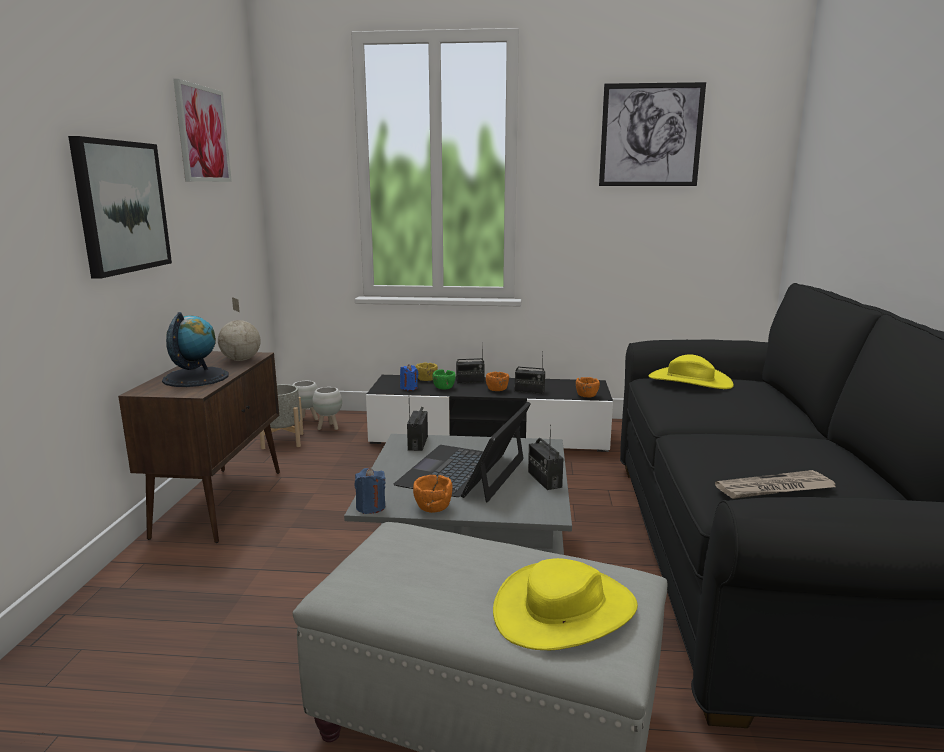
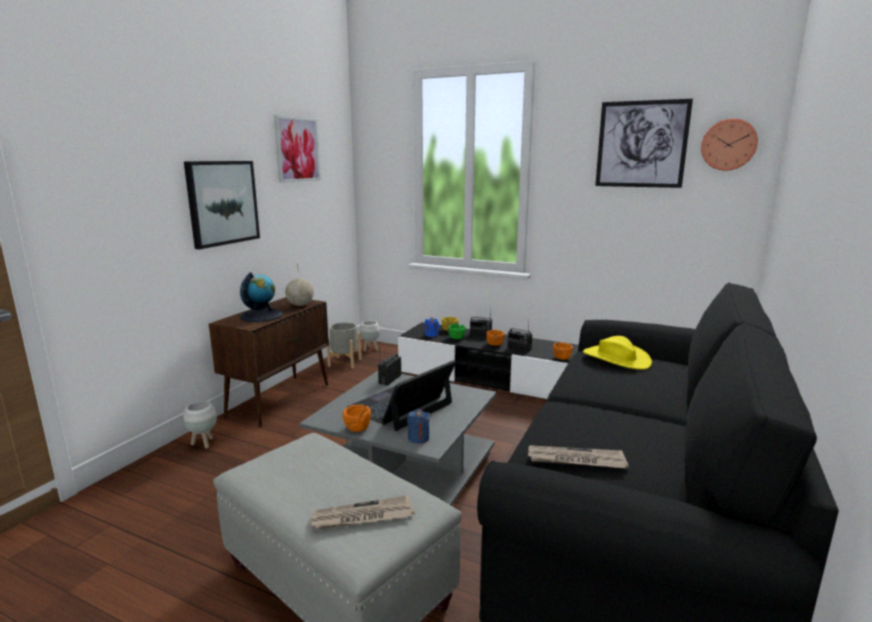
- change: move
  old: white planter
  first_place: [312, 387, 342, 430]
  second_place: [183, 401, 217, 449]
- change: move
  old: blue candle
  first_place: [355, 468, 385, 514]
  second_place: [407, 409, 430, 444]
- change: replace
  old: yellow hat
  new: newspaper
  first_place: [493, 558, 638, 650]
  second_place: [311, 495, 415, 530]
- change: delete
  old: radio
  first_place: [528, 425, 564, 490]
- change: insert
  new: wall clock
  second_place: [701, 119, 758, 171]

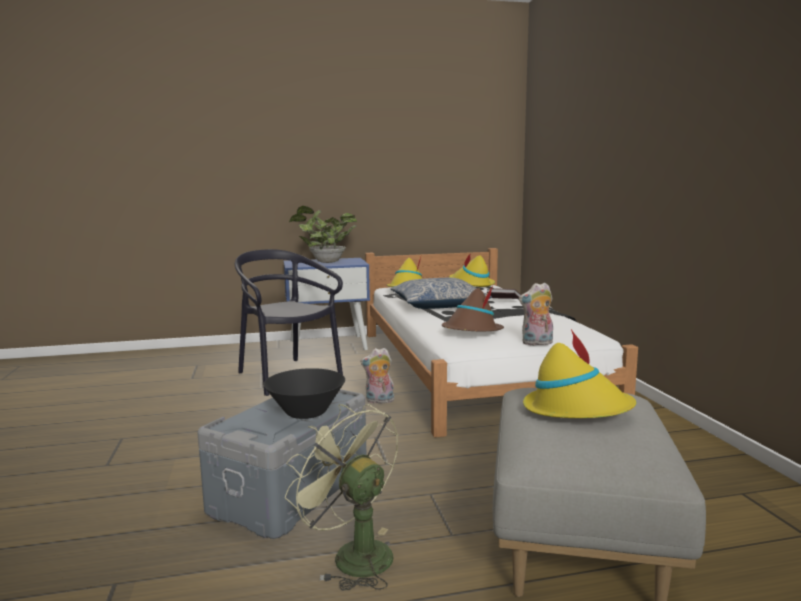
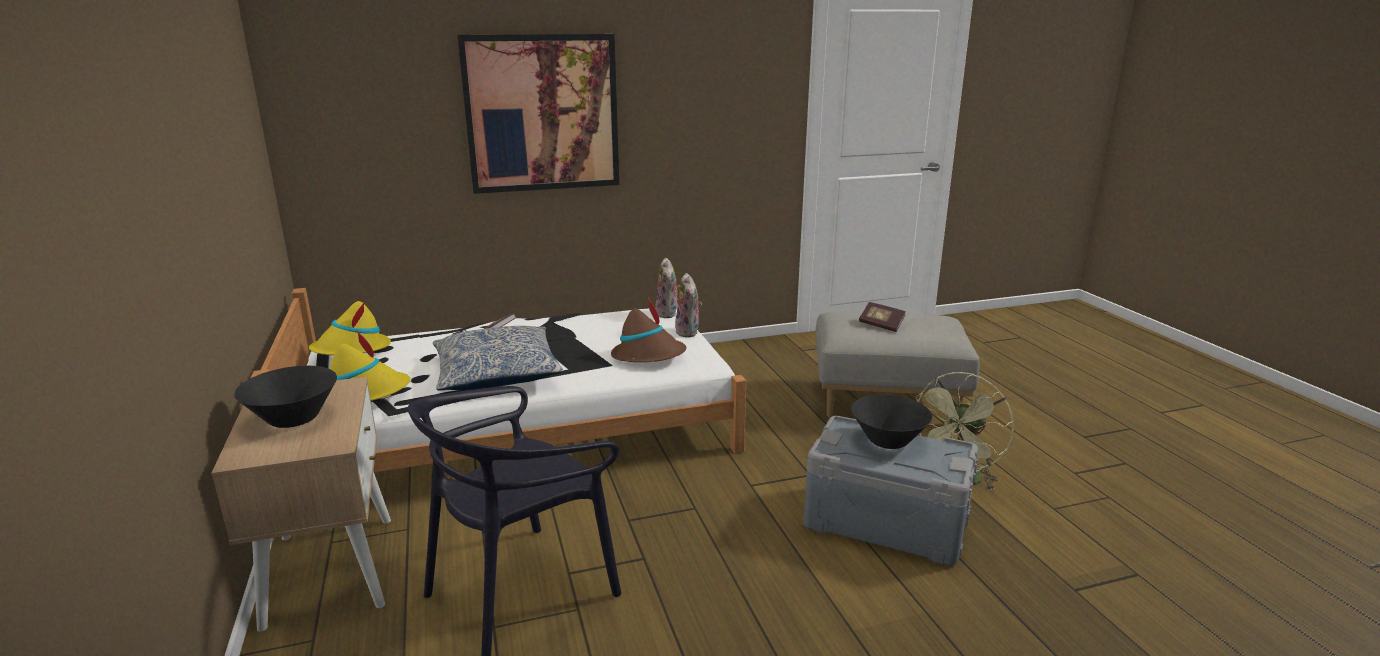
- change: recolor
  old: blue nightstand
  new: beige nightstand
  first_place: [284, 258, 370, 350]
  second_place: [211, 377, 391, 632]
- change: replace
  old: potted plant
  new: black bowl
  first_place: [289, 206, 357, 263]
  second_place: [234, 366, 337, 428]
- change: move
  old: plush toy
  first_place: [360, 348, 394, 403]
  second_place: [655, 258, 680, 318]
- change: replace
  old: yellow hat
  new: book
  first_place: [523, 329, 636, 418]
  second_place: [859, 302, 906, 332]
- change: insert
  new: picture
  second_place: [457, 34, 619, 194]

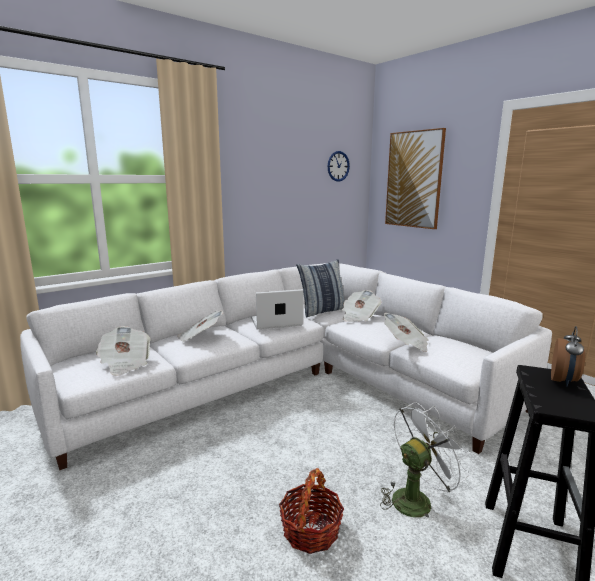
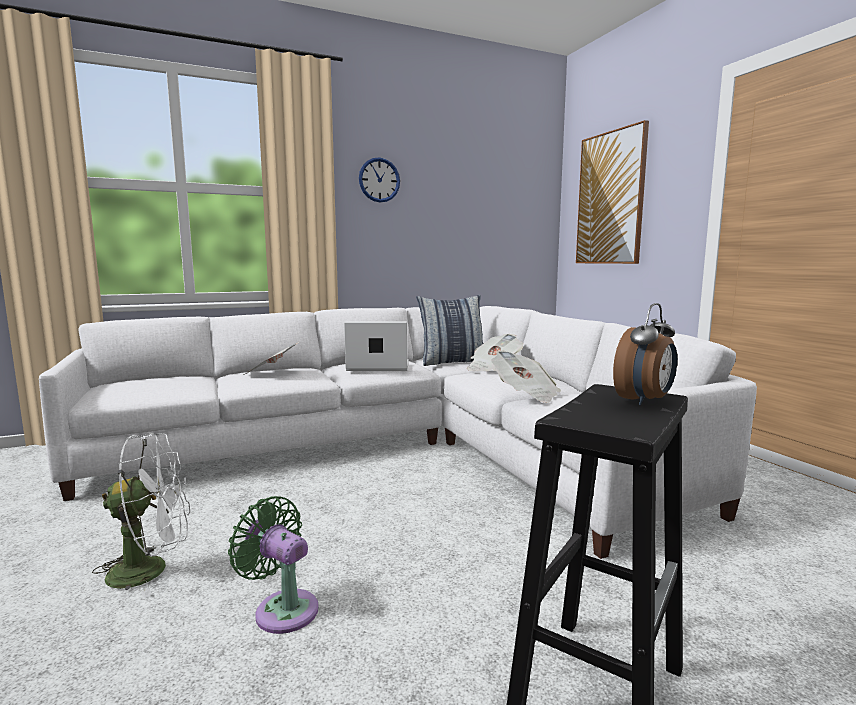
- change: delete
  old: newspaper
  first_place: [96, 326, 151, 376]
- change: replace
  old: basket
  new: green fan
  first_place: [279, 468, 344, 554]
  second_place: [228, 496, 319, 634]
- change: move
  old: wall clock
  first_place: [328, 151, 350, 182]
  second_place: [359, 157, 400, 202]
- change: move
  old: white fan
  first_place: [380, 402, 470, 520]
  second_place: [92, 433, 190, 598]

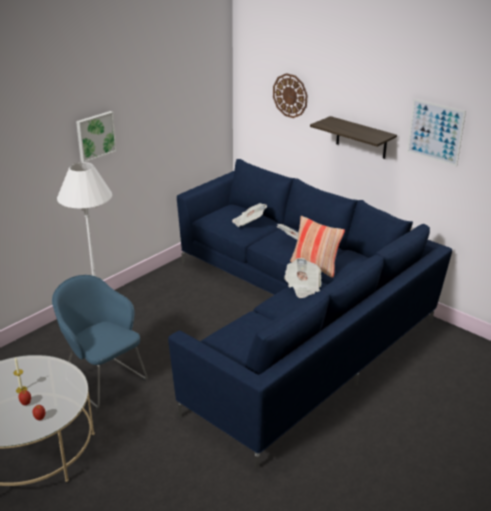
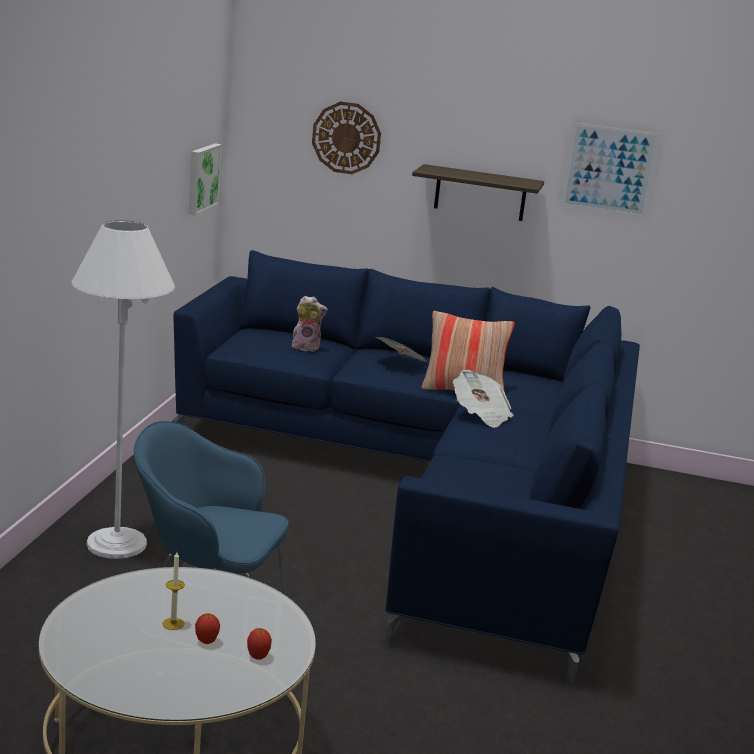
- change: move
  old: picture
  first_place: [76, 111, 117, 162]
  second_place: [189, 143, 222, 216]
- change: replace
  old: newspaper
  new: plush toy
  first_place: [232, 203, 267, 227]
  second_place: [292, 296, 328, 351]

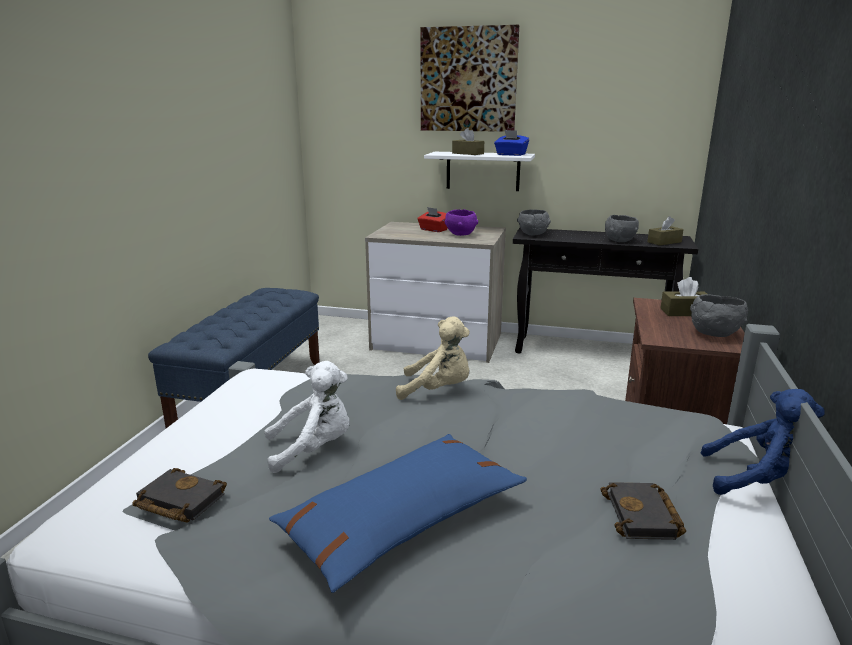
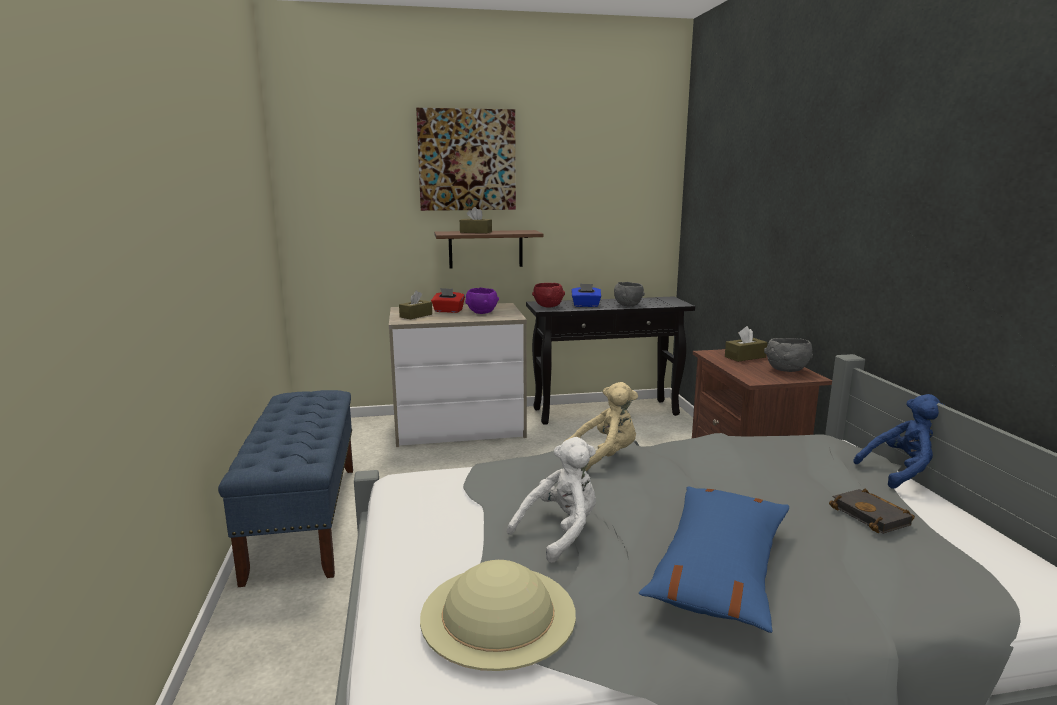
- change: replace
  old: black book
  new: beige hat
  first_place: [132, 468, 227, 523]
  second_place: [420, 560, 576, 671]
- change: recolor
  old: white shelf
  new: brown shelf
  first_place: [424, 152, 535, 191]
  second_place: [434, 230, 544, 268]
- change: move
  old: blue tissue box
  first_place: [494, 130, 529, 156]
  second_place: [571, 284, 601, 307]
- change: recolor
  old: grey bowl
  new: red bowl
  first_place: [517, 210, 551, 235]
  second_place: [532, 283, 565, 308]
- change: move
  old: brown tissue box
  first_place: [647, 216, 684, 245]
  second_place: [399, 291, 432, 319]

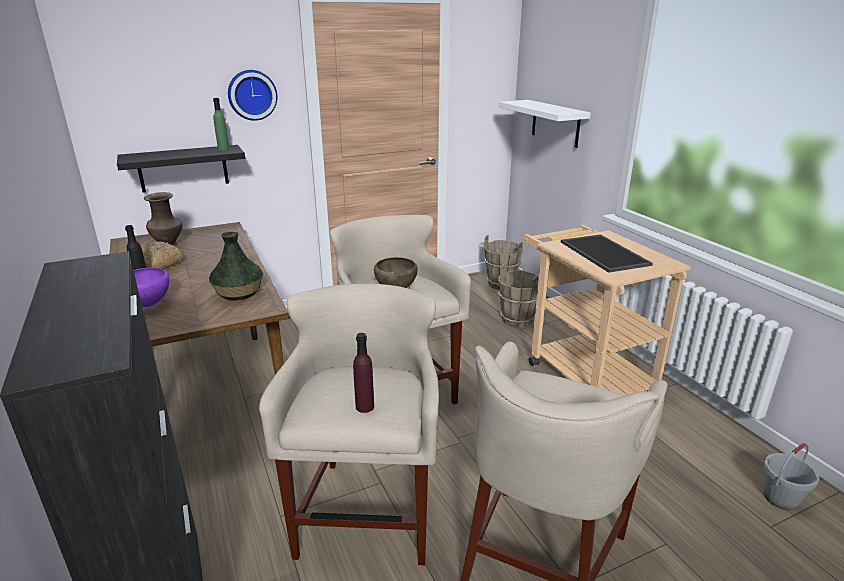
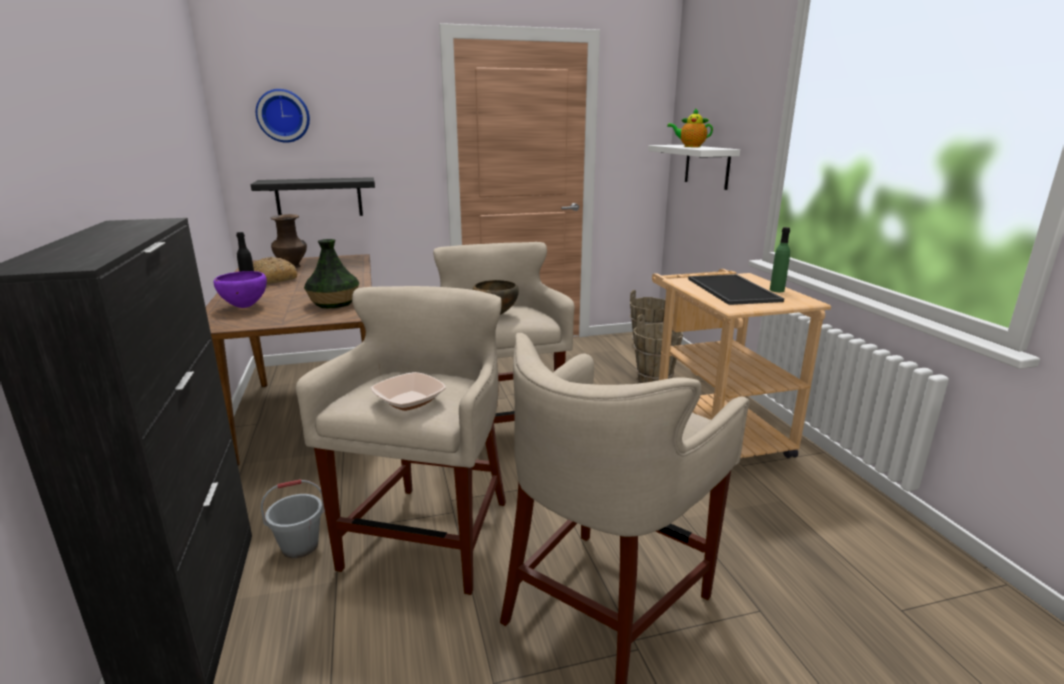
- change: move
  old: green bottle
  first_place: [213, 98, 229, 150]
  second_place: [770, 227, 790, 292]
- change: move
  old: wall clock
  first_place: [228, 70, 278, 121]
  second_place: [256, 89, 310, 143]
- change: replace
  old: purple bottle
  new: bowl
  first_place: [353, 333, 374, 413]
  second_place: [371, 372, 446, 411]
- change: move
  old: grey bucket
  first_place: [763, 443, 819, 510]
  second_place: [261, 479, 325, 558]
- change: insert
  new: teapot
  second_place: [667, 108, 713, 147]

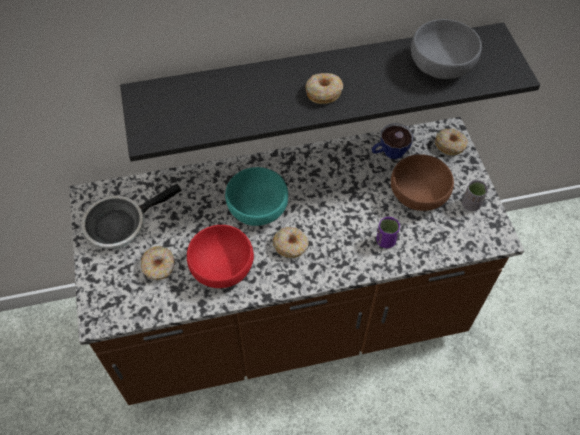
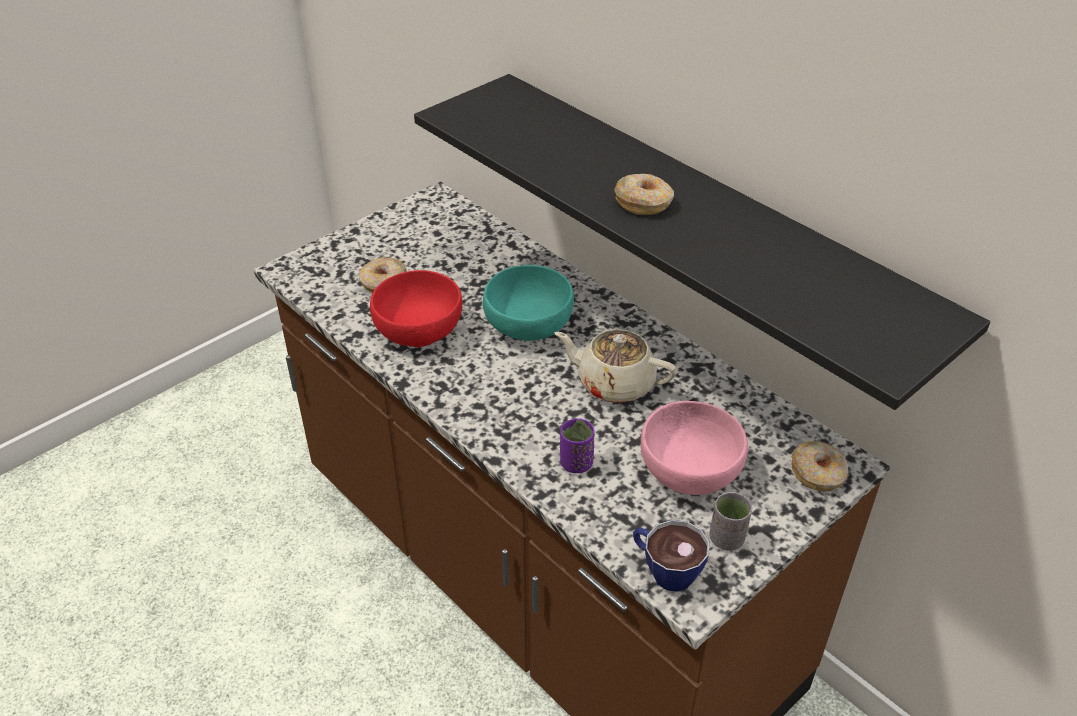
- change: delete
  old: frying pan
  first_place: [82, 184, 182, 249]
- change: delete
  old: donut
  first_place: [273, 227, 309, 258]
- change: move
  old: cup
  first_place: [372, 123, 413, 159]
  second_place: [633, 520, 709, 592]
- change: recolor
  old: brown bowl
  new: pink bowl
  first_place: [391, 154, 454, 211]
  second_place: [641, 401, 748, 495]
- change: delete
  old: grey bowl
  first_place: [411, 19, 482, 79]
- change: insert
  new: beige teapot
  second_place: [554, 329, 677, 403]

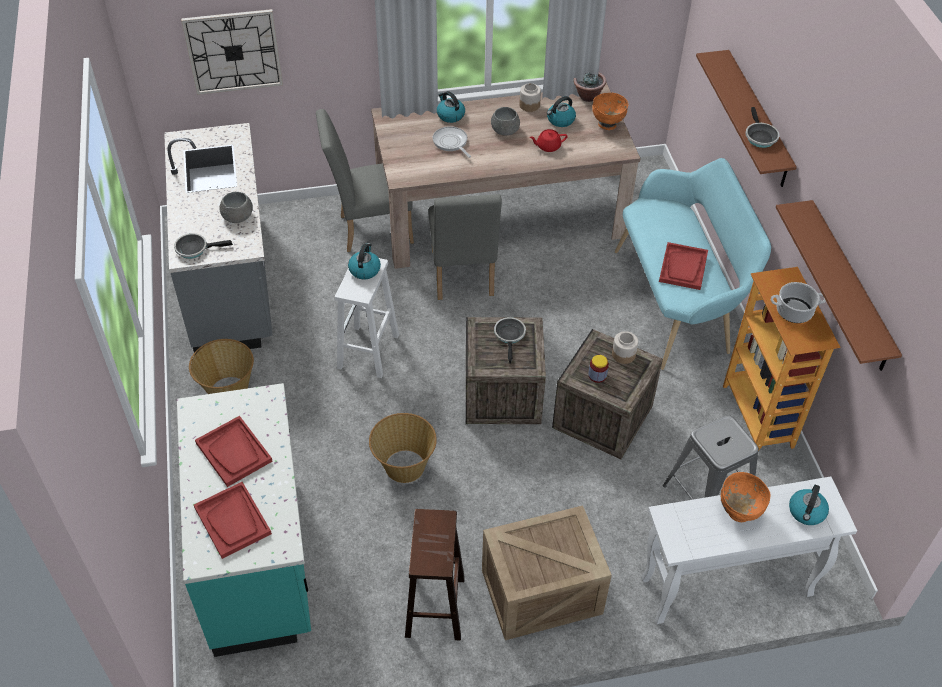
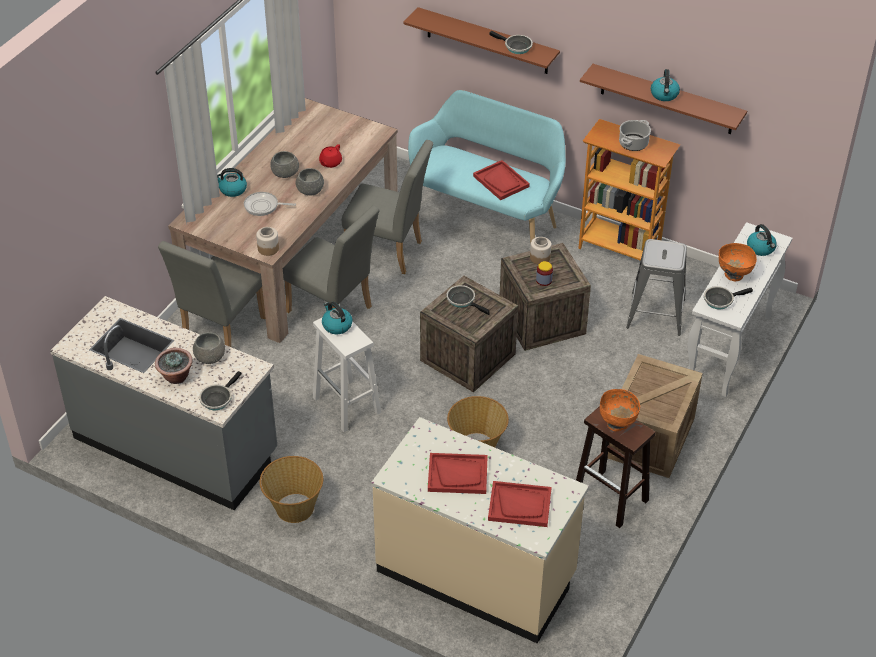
- change: recolor
  old: turquoise counter
  new: beige counter
  first_place: [177, 383, 311, 657]
  second_place: [371, 417, 589, 644]
- change: delete
  old: wall clock
  first_place: [181, 9, 283, 95]
- change: move
  old: jar
  first_place: [519, 83, 541, 112]
  second_place: [256, 227, 279, 256]
- change: move
  old: kettle
  first_place: [547, 96, 576, 127]
  second_place: [651, 69, 680, 101]
- change: move
  old: potted plant
  first_place: [573, 72, 606, 102]
  second_place: [155, 348, 193, 384]
- change: move
  old: orange bowl
  first_place: [592, 93, 628, 130]
  second_place: [600, 389, 640, 432]
- change: insert
  new: grey bowl
  second_place: [296, 168, 324, 196]
- change: insert
  new: grey chair
  second_place: [342, 140, 433, 274]
- change: insert
  new: frying pan
  second_place: [704, 286, 753, 309]

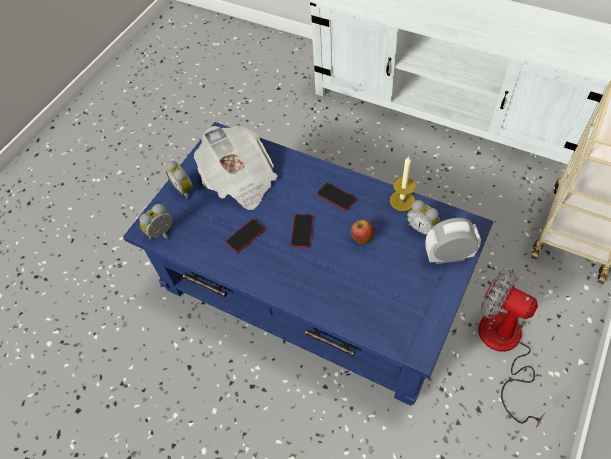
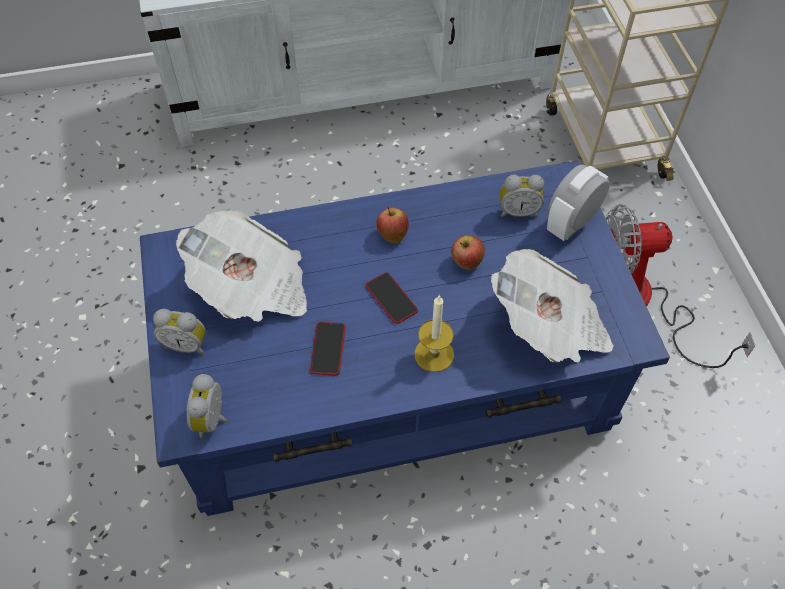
- change: replace
  old: phone
  new: apple
  first_place: [317, 183, 356, 211]
  second_place: [377, 205, 409, 243]
- change: move
  old: candle
  first_place: [390, 156, 416, 211]
  second_place: [414, 296, 454, 372]
- change: insert
  new: newspaper
  second_place: [491, 249, 614, 363]

